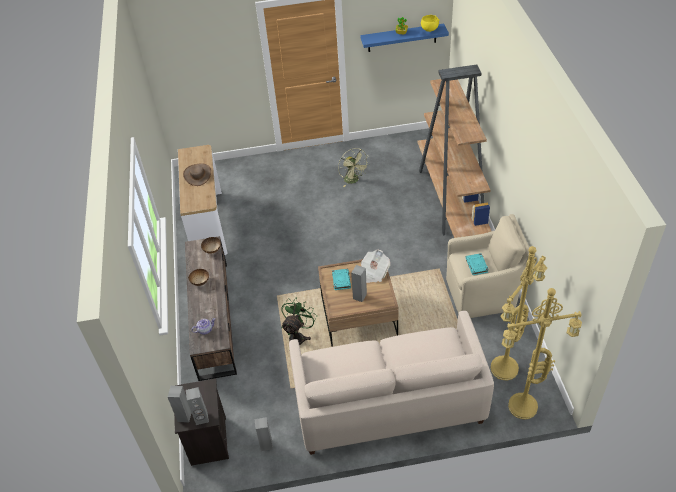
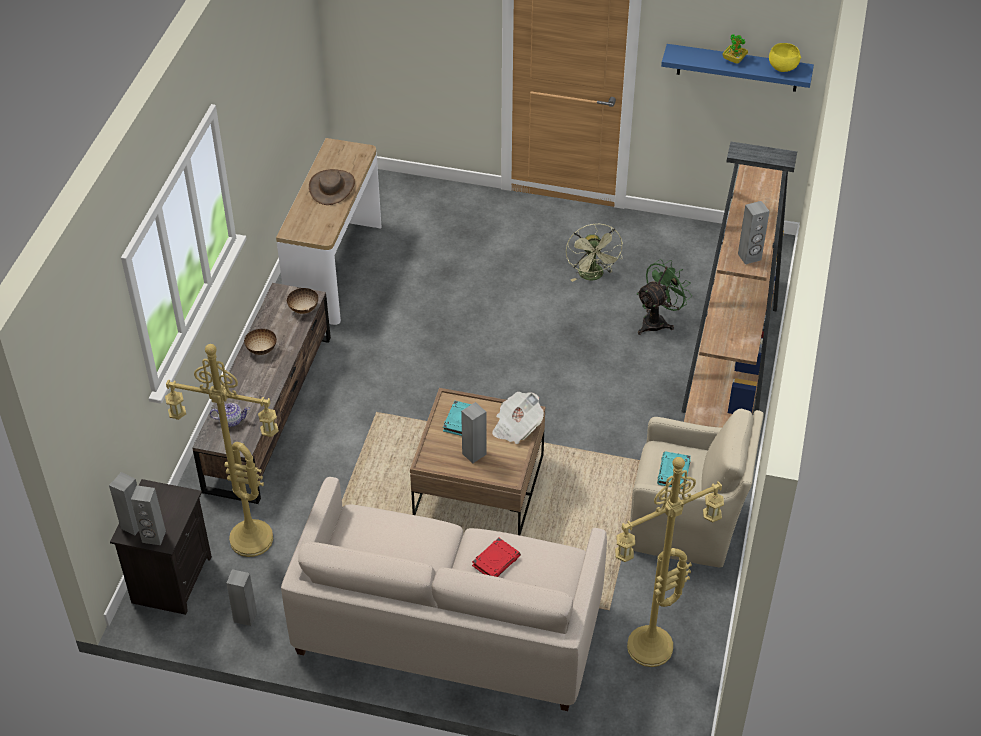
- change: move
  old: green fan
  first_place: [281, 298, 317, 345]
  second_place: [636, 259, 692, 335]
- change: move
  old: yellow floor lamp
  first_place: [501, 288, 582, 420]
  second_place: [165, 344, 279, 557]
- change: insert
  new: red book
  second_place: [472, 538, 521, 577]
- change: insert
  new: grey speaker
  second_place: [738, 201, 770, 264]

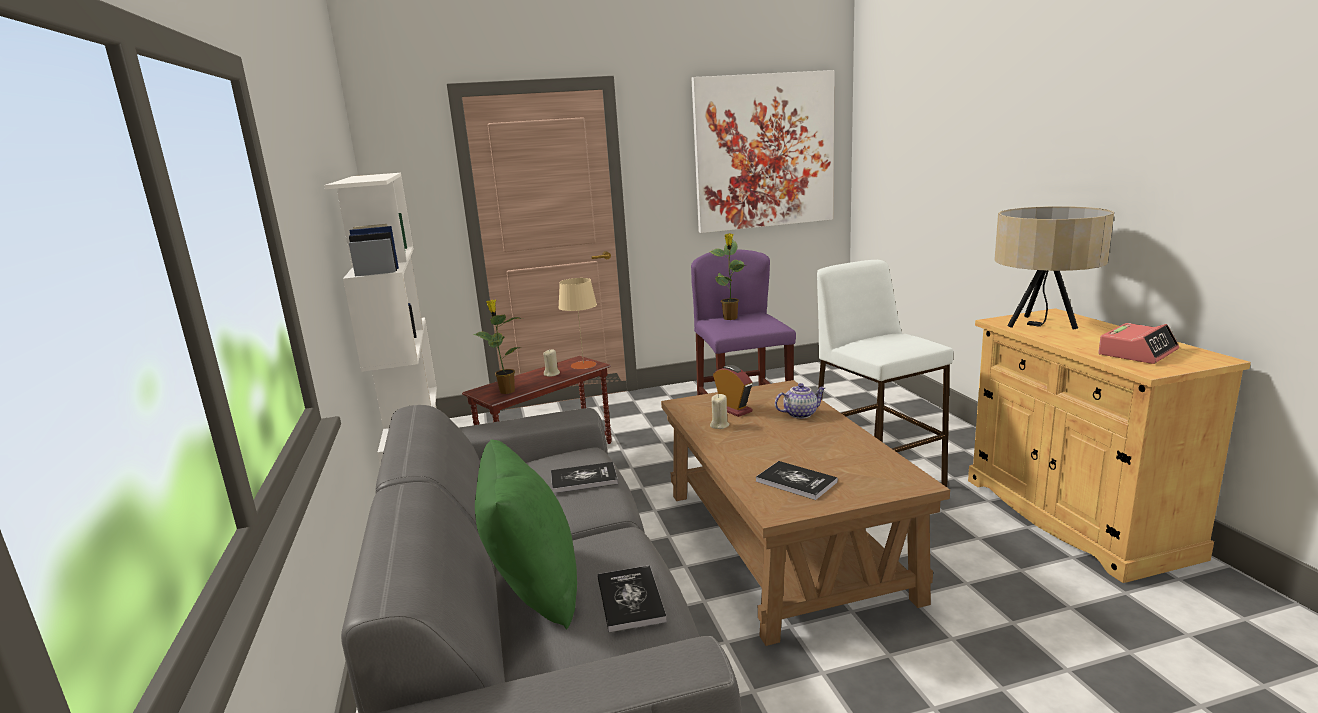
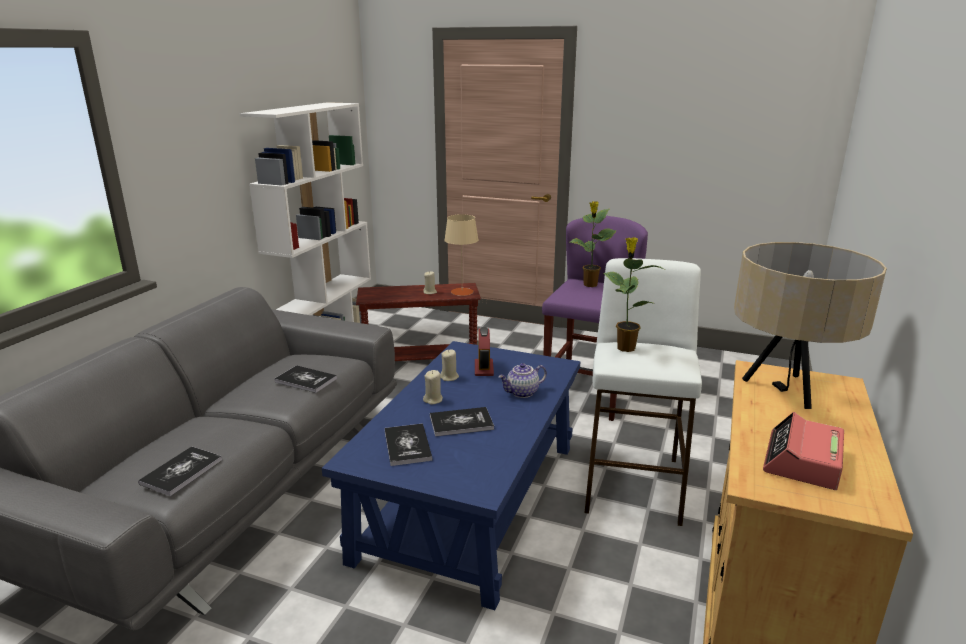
- change: move
  old: potted plant
  first_place: [473, 299, 522, 394]
  second_place: [603, 237, 666, 352]
- change: delete
  old: green pillow
  first_place: [475, 440, 577, 630]
- change: recolor
  old: brown coffee table
  new: blue coffee table
  first_place: [661, 380, 950, 646]
  second_place: [322, 341, 580, 610]
- change: delete
  old: picture
  first_place: [692, 70, 835, 233]
- change: rotate
  old: teapot
  first_place: [775, 383, 825, 419]
  second_place: [498, 363, 547, 398]
  degrees: 135
- change: rotate
  old: alarm clock
  first_place: [1098, 323, 1179, 364]
  second_place: [763, 412, 844, 490]
  degrees: 120
- change: insert
  new: beige candle
  second_place: [423, 370, 443, 404]
- change: insert
  new: book
  second_place: [430, 407, 494, 436]

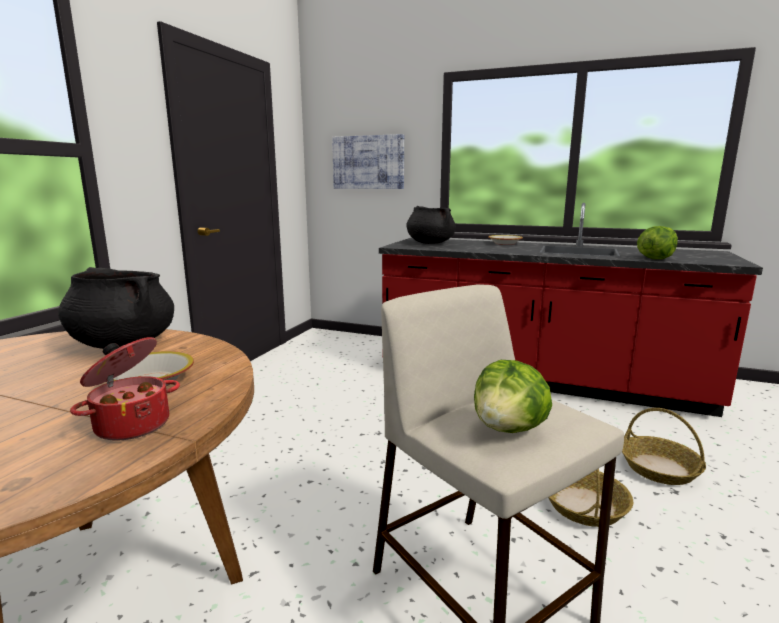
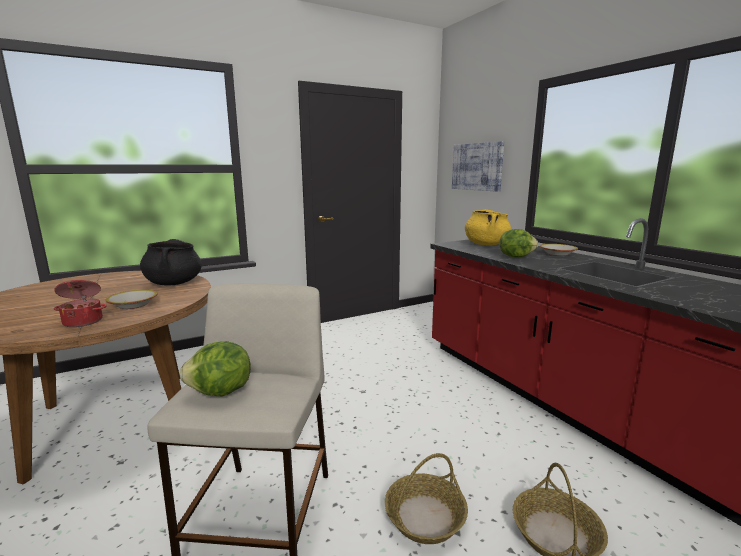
- change: recolor
  old: black cooking pot
  new: yellow cooking pot
  first_place: [406, 206, 456, 244]
  second_place: [465, 209, 512, 246]
- change: move
  old: lettuce
  first_place: [637, 226, 678, 259]
  second_place: [500, 229, 538, 257]

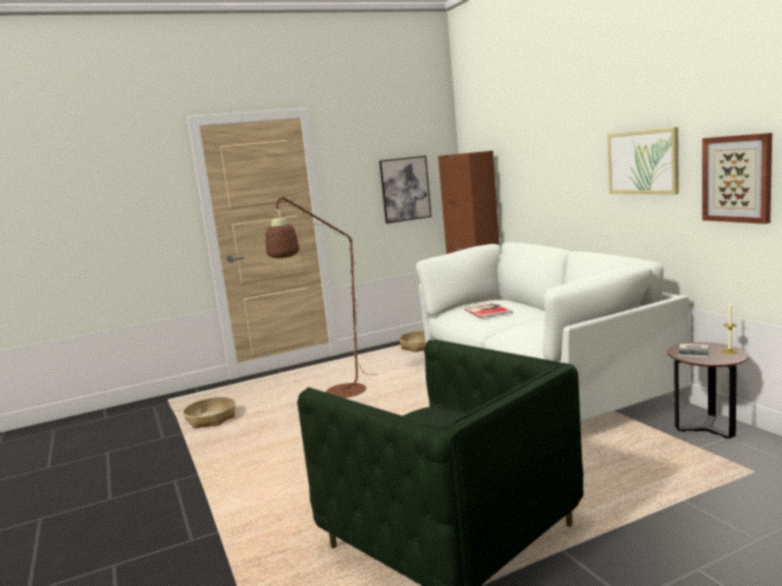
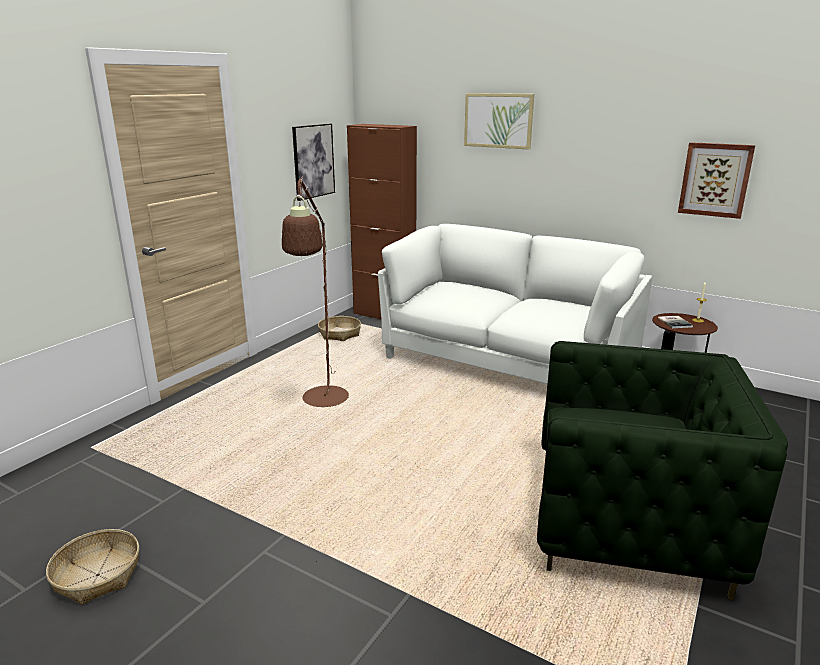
- change: move
  old: basket
  first_place: [183, 397, 235, 429]
  second_place: [46, 529, 139, 605]
- change: delete
  old: book
  first_place: [464, 303, 513, 318]
- change: move
  old: picture
  first_place: [608, 127, 679, 194]
  second_place: [464, 93, 534, 149]

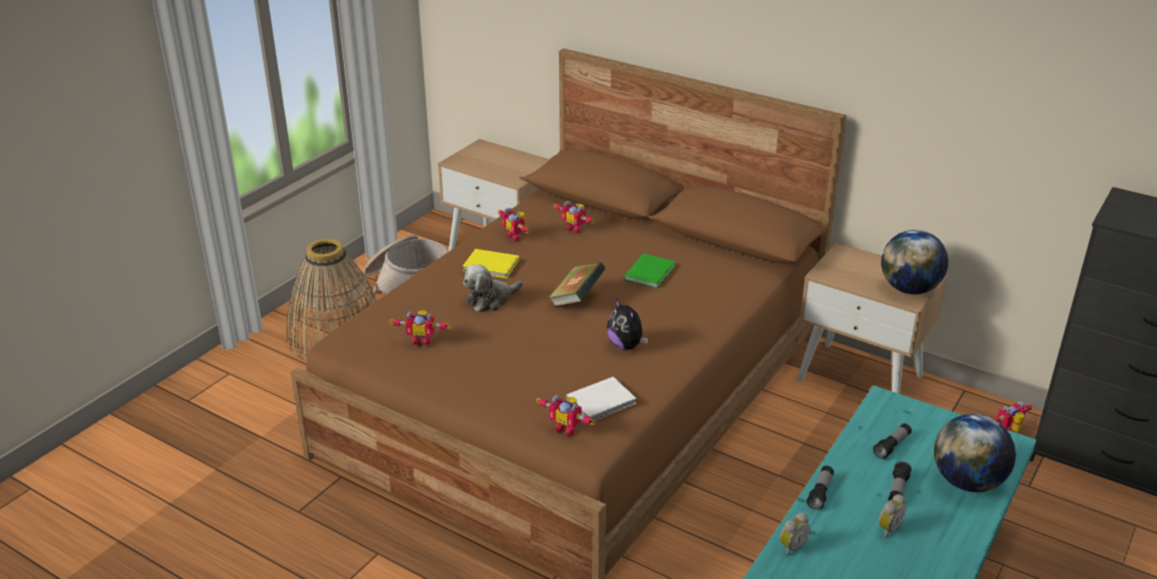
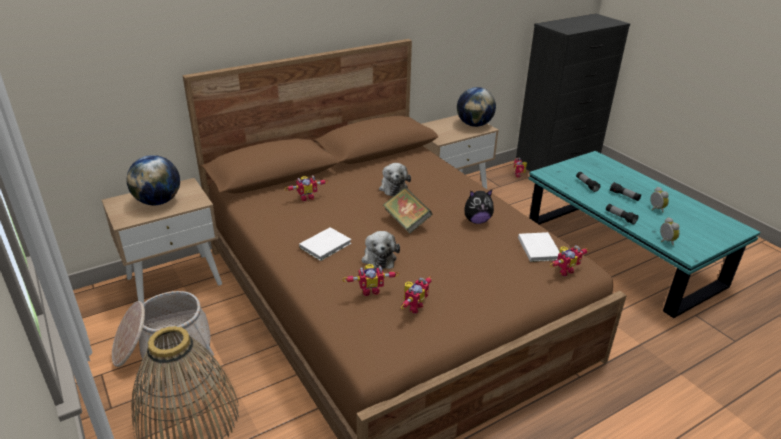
- change: recolor
  old: yellow book
  new: white book
  first_place: [462, 249, 519, 278]
  second_place: [299, 227, 351, 261]
- change: move
  old: toy robot
  first_place: [498, 208, 529, 242]
  second_place: [342, 264, 399, 296]
- change: replace
  old: green book
  new: plush toy
  first_place: [624, 254, 676, 289]
  second_place: [379, 163, 411, 196]
- change: move
  old: globe
  first_place: [934, 414, 1016, 492]
  second_place: [126, 155, 180, 205]

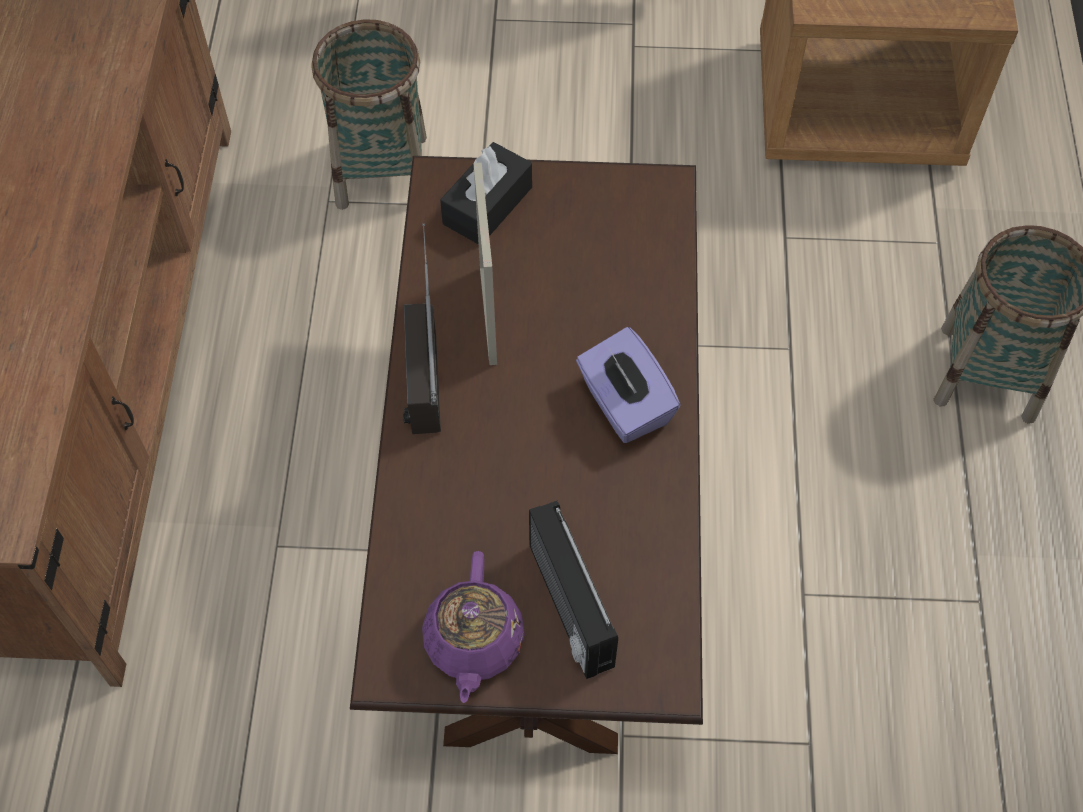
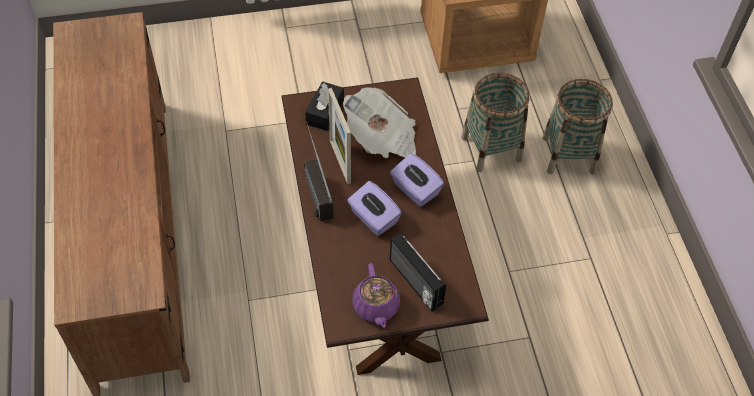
- change: move
  old: basket
  first_place: [311, 19, 427, 210]
  second_place: [462, 73, 529, 172]
- change: insert
  new: newspaper
  second_place: [343, 87, 416, 158]
- change: insert
  new: purple tissue box
  second_place: [347, 181, 402, 236]

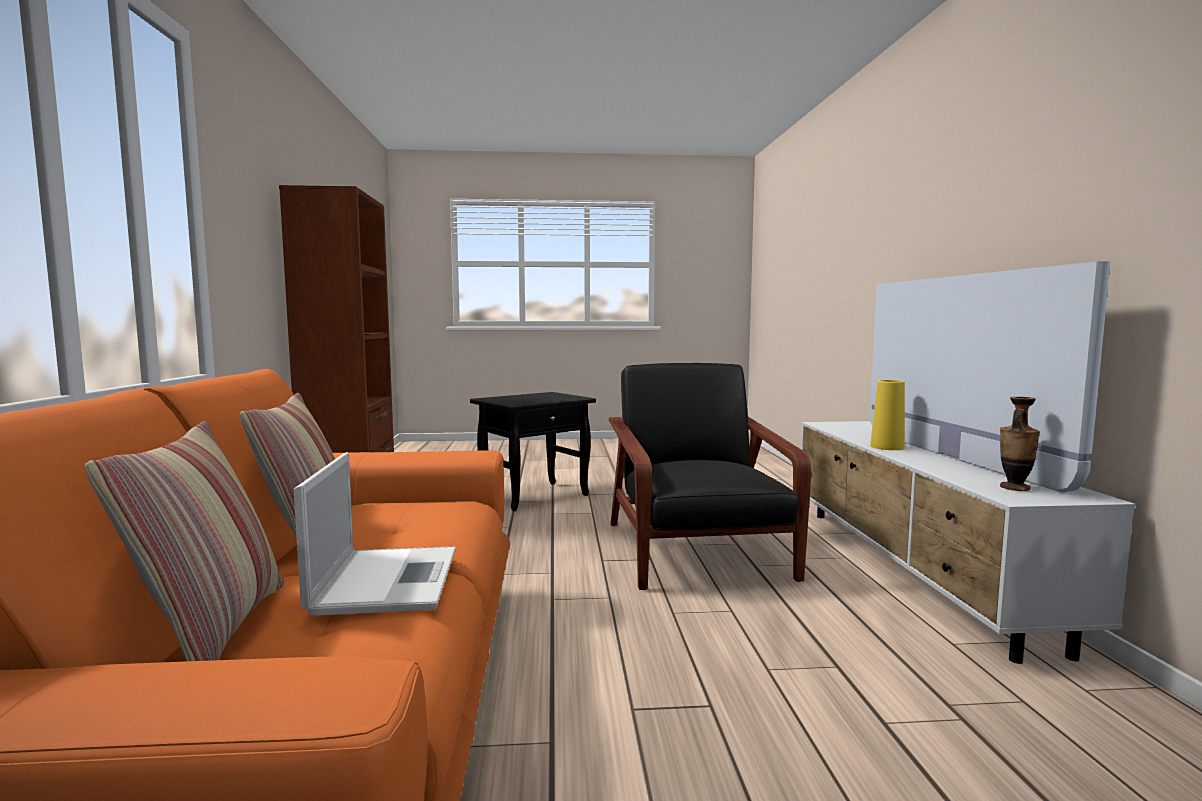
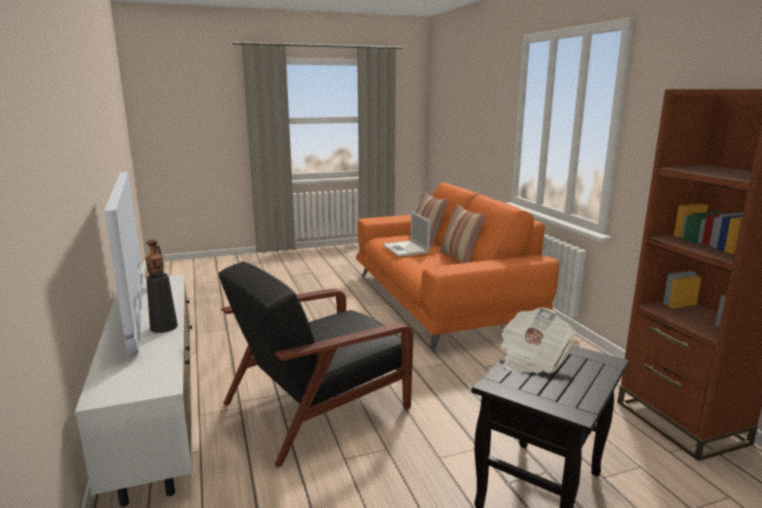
- change: rotate
  old: black armchair
  first_place: [609, 363, 811, 590]
  second_place: [219, 261, 413, 468]
  degrees: 75
- change: recolor
  old: yellow vase
  new: black vase
  first_place: [870, 380, 905, 450]
  second_place: [146, 273, 178, 333]
- change: insert
  new: newspaper
  second_place: [500, 308, 575, 373]

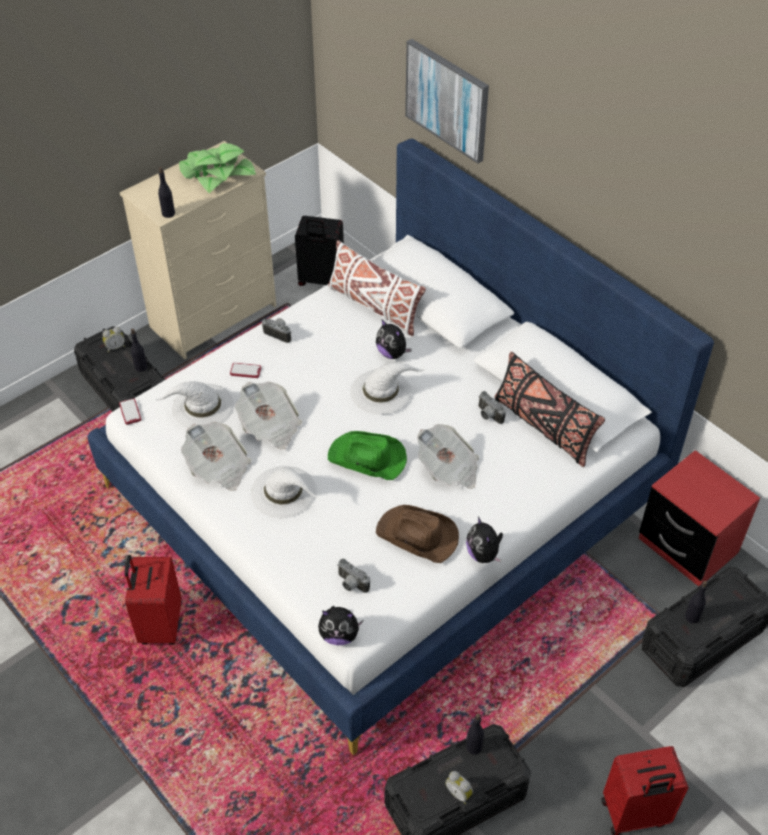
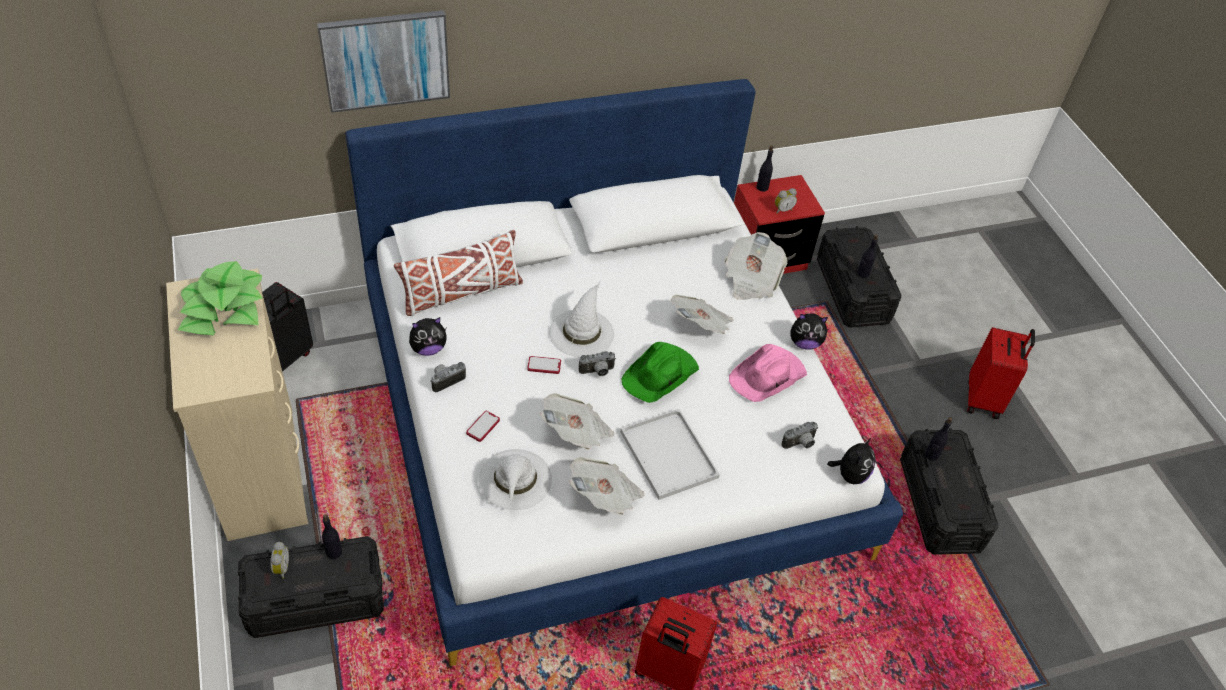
- change: move
  old: phone
  first_place: [119, 398, 142, 425]
  second_place: [527, 356, 561, 374]
- change: move
  old: black bottle
  first_place: [158, 167, 175, 218]
  second_place: [756, 146, 773, 192]
- change: replace
  old: white hat
  new: white tray
  first_place: [251, 466, 317, 518]
  second_place: [620, 409, 720, 500]
- change: move
  old: plush toy
  first_place: [376, 320, 412, 359]
  second_place: [409, 317, 446, 356]
- change: recolor
  old: brown hat
  new: pink hat
  first_place: [376, 505, 459, 563]
  second_place: [729, 344, 807, 402]
- change: move
  old: alarm clock
  first_place: [445, 771, 473, 804]
  second_place: [775, 188, 797, 214]
- change: move
  old: photo camera
  first_place: [478, 391, 506, 424]
  second_place: [578, 351, 616, 376]
- change: delete
  old: black pillow
  first_place: [495, 352, 605, 467]
- change: insert
  new: newspaper
  second_place: [725, 232, 787, 300]

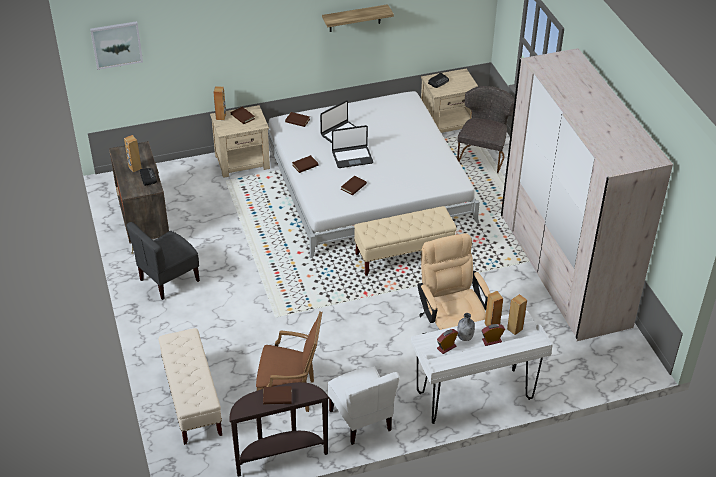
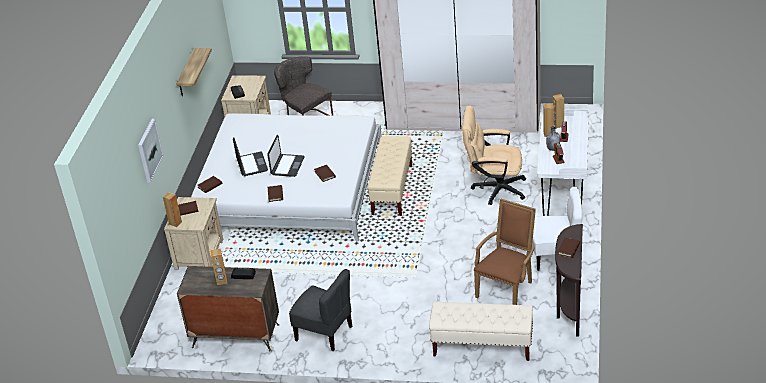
- change: move
  old: picture
  first_place: [90, 21, 143, 70]
  second_place: [138, 119, 164, 183]
- change: rotate
  old: grey chair
  first_place: [126, 222, 200, 300]
  second_place: [289, 269, 352, 351]
  degrees: -45

